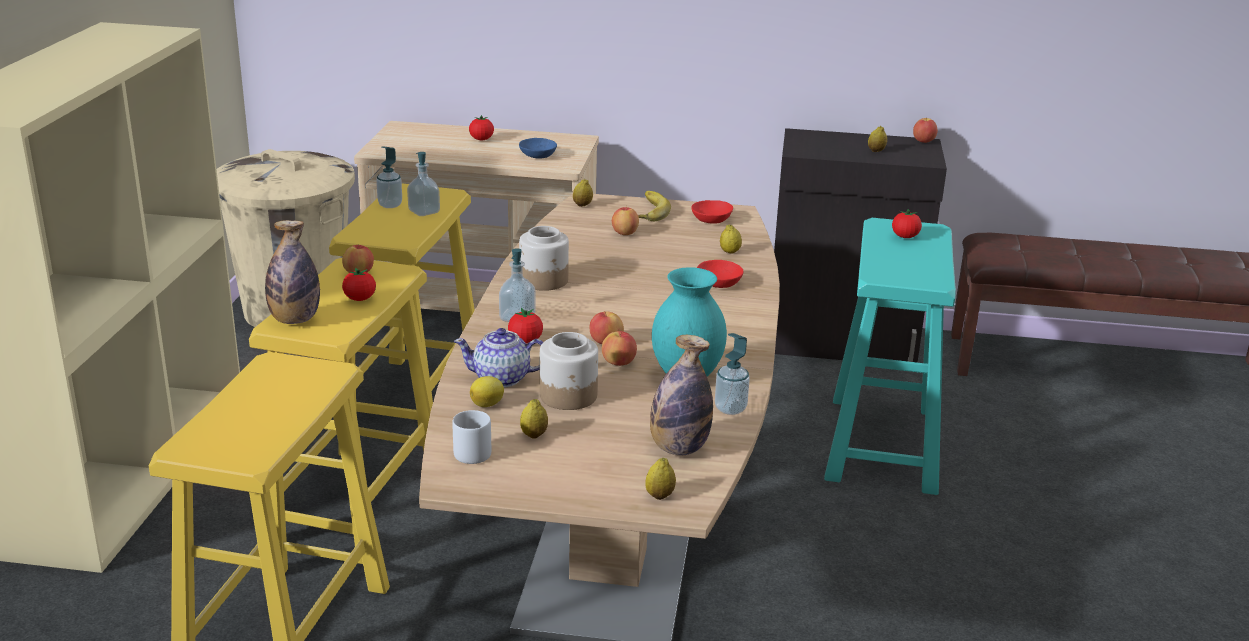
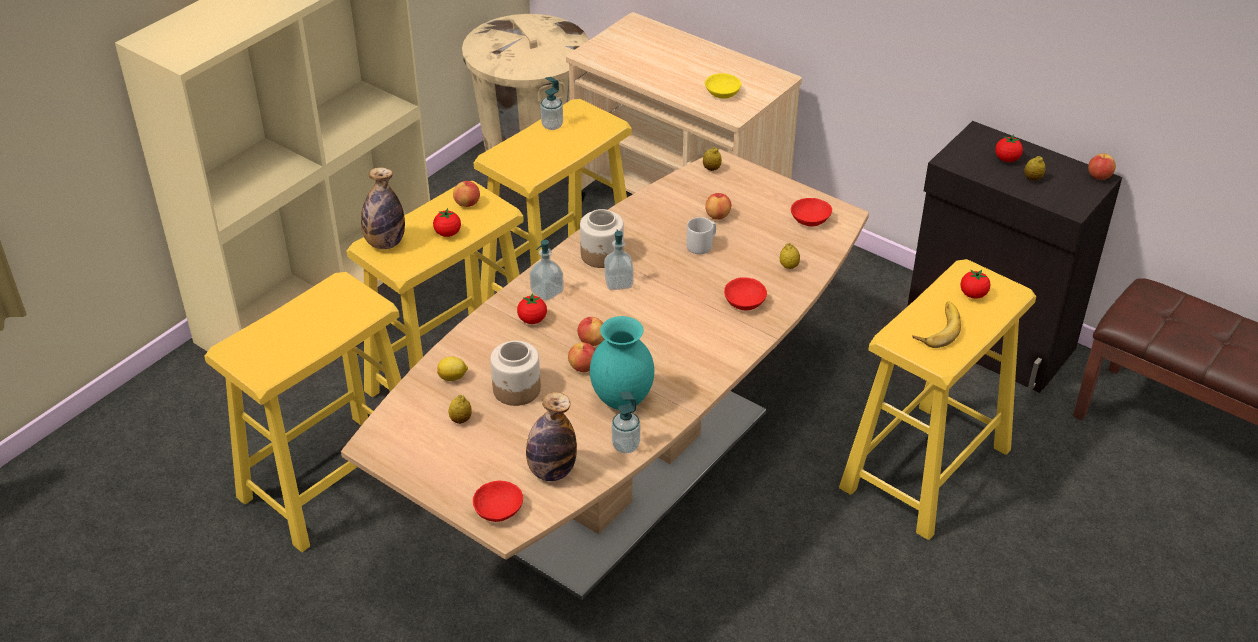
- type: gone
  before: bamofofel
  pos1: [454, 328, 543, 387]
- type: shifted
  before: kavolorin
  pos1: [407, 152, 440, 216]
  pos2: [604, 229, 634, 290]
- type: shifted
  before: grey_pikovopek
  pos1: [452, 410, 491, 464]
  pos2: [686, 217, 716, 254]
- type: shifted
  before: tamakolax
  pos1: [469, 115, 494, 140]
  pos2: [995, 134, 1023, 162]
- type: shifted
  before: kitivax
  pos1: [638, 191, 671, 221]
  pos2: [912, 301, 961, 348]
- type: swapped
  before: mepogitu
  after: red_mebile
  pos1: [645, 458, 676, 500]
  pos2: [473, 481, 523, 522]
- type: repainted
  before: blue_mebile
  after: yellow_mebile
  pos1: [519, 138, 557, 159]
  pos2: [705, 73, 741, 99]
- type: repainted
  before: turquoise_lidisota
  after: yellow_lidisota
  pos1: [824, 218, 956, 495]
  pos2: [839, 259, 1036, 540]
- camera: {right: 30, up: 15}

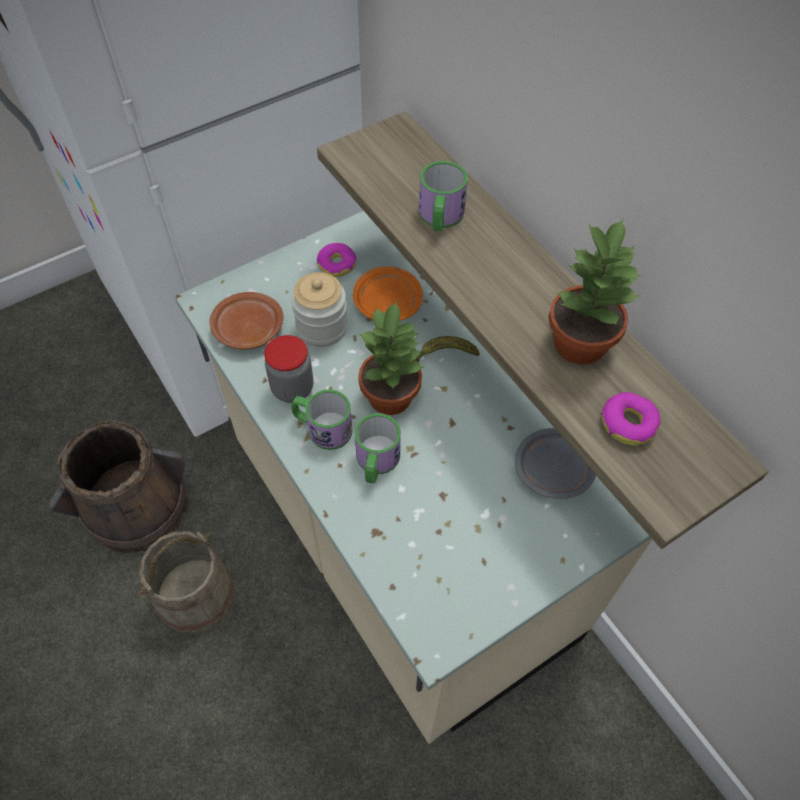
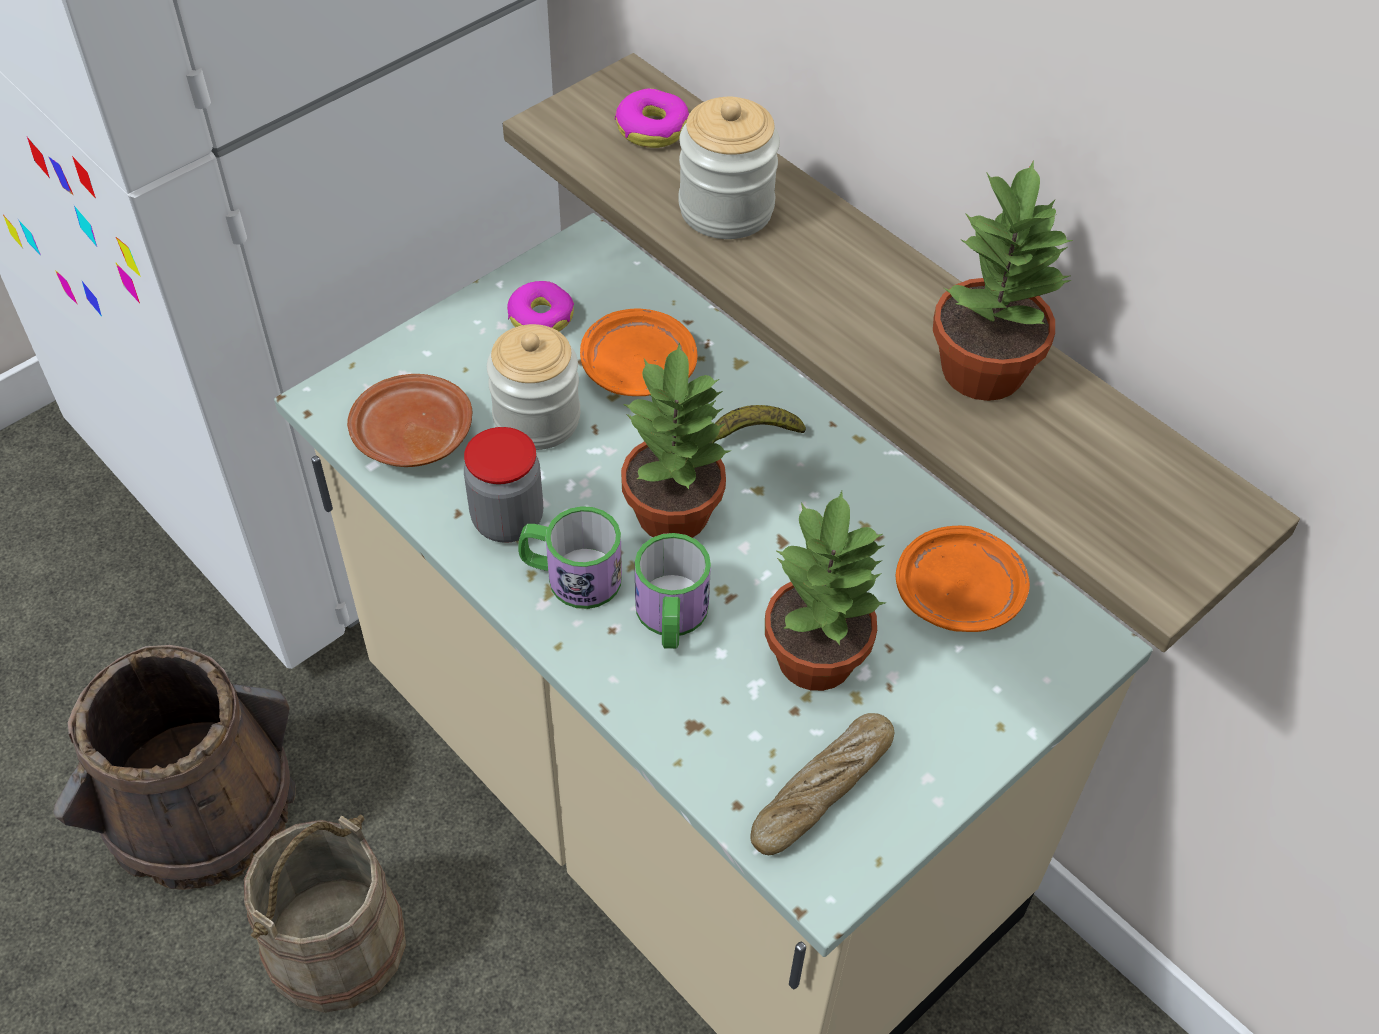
- type: new
  after: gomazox
  pos2: [750, 713, 894, 855]
- type: new
  after: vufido
  pos2: [765, 491, 887, 691]
- type: shifted
  before: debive
  pos1: [601, 392, 660, 445]
  pos2: [615, 88, 689, 148]
- type: swapped
  before: pikovopek
  after: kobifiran
  pos1: [419, 161, 468, 232]
  pos2: [679, 97, 780, 239]
- type: repainted
  before: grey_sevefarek
  after: orange_sevefarek
  pos1: [515, 428, 596, 499]
  pos2: [896, 526, 1030, 632]
- camera: {right: -10, up: -5}

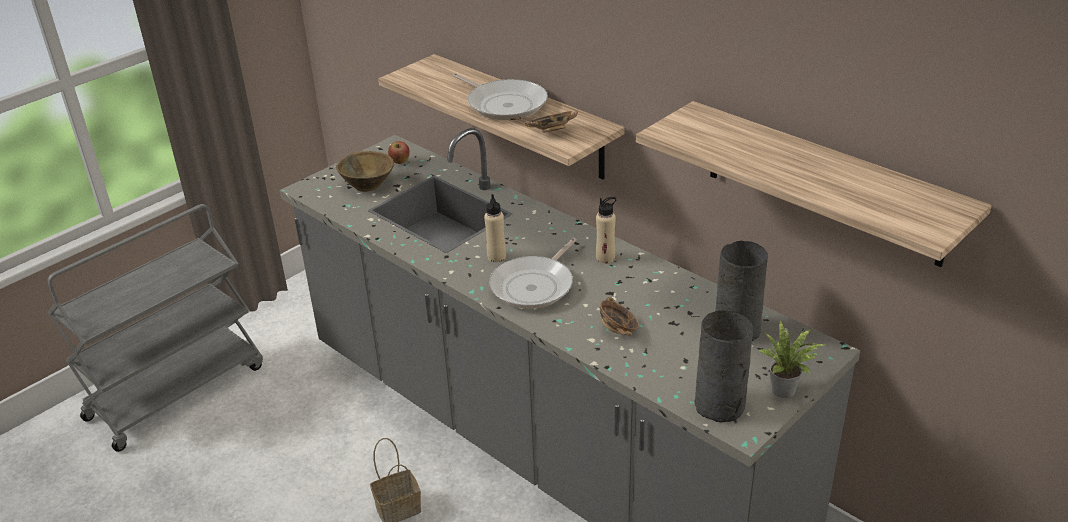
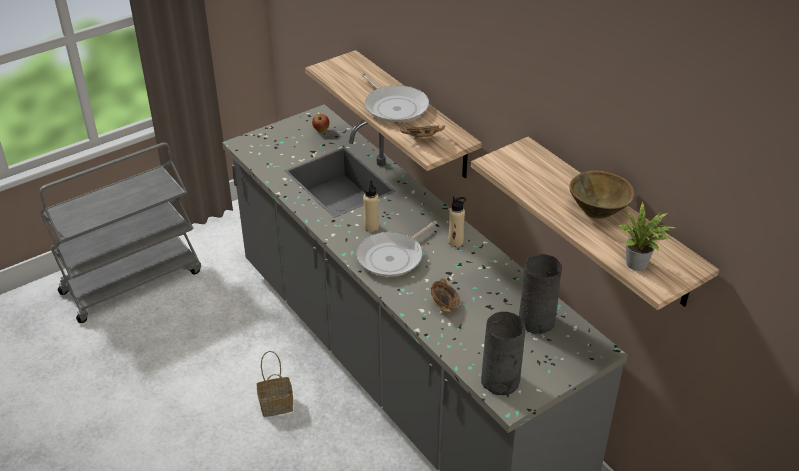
- type: shifted
  before: brown_mebile
  pos1: [336, 151, 394, 192]
  pos2: [569, 170, 635, 219]
- type: shifted
  before: vufido
  pos1: [758, 321, 827, 398]
  pos2: [619, 202, 676, 271]
- camera: {right: 10, up: 5}

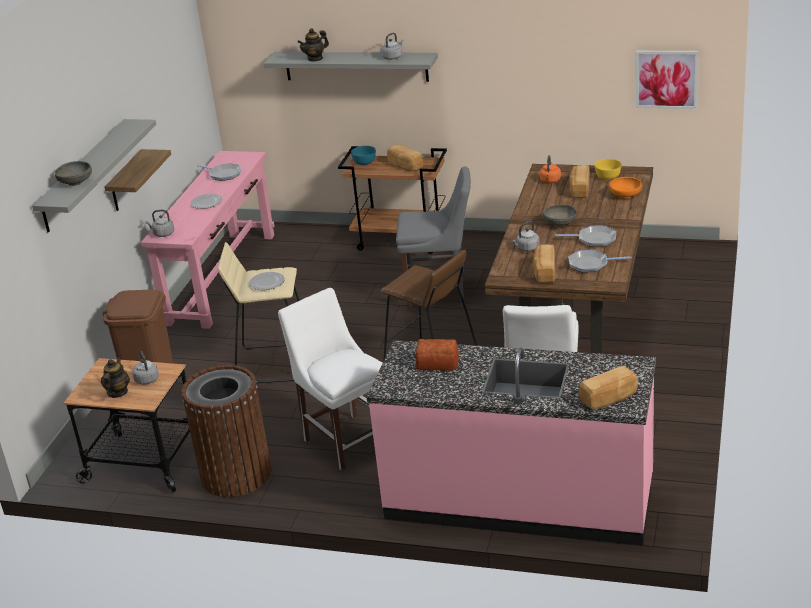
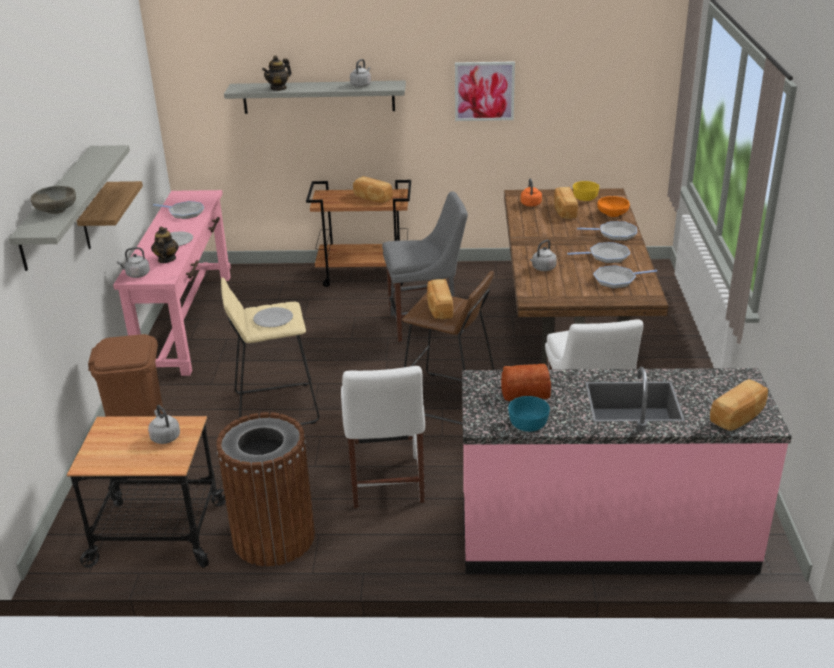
- type: gone
  before: grey_mebile
  pos1: [543, 204, 576, 227]
- type: new
  after: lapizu
  pos2: [577, 221, 637, 241]
- type: shifted
  before: bamofofel
  pos1: [101, 357, 130, 398]
  pos2: [151, 227, 179, 263]
- type: shifted
  before: turquoise_mebile
  pos1: [351, 146, 376, 165]
  pos2: [508, 396, 550, 432]
- type: shifted
  before: gomazox
  pos1: [533, 244, 555, 283]
  pos2: [427, 279, 453, 319]
- type: shifted
  before: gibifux
  pos1: [636, 51, 698, 109]
  pos2: [455, 61, 515, 121]
- type: rotated
  before: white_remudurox
  pos1: [278, 288, 382, 471]
  pos2: [341, 366, 425, 508]
  turn: -135
- camera: {right: -15, up: 0}

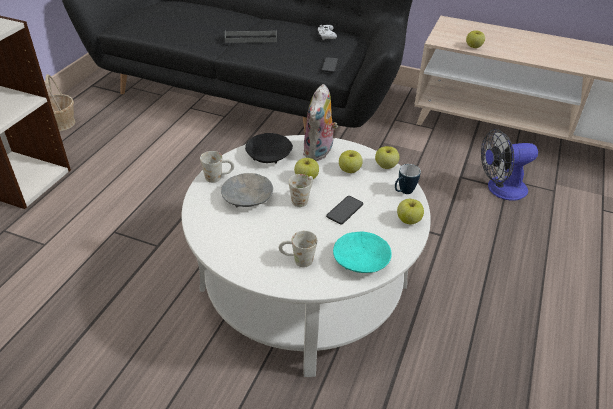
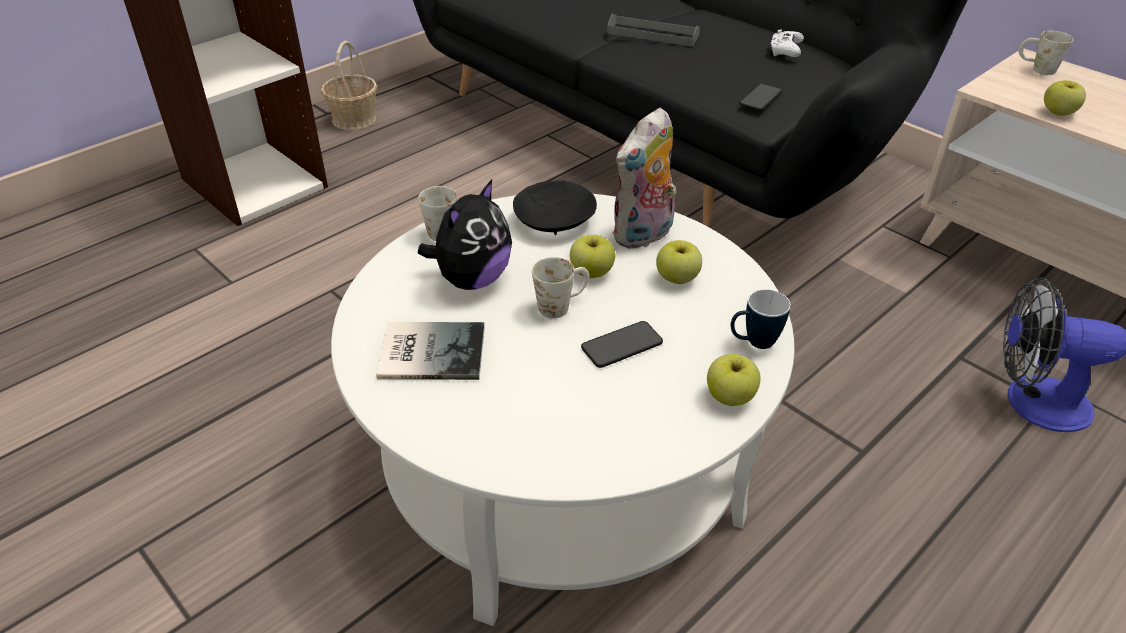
- type: gone
  before: turquoise_mebile
  pos1: [333, 232, 392, 273]
- type: gone
  before: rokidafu
  pos1: [375, 146, 400, 169]
- type: new
  after: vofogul
  pos2: [376, 322, 485, 380]
- type: shifted
  before: white_pikovopek
  pos1: [279, 231, 317, 267]
  pos2: [1018, 31, 1074, 75]
- type: swapped
  before: grey_mebile
  after: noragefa
  pos1: [221, 173, 273, 207]
  pos2: [418, 179, 512, 290]
- camera: {right: 25, up: 0}

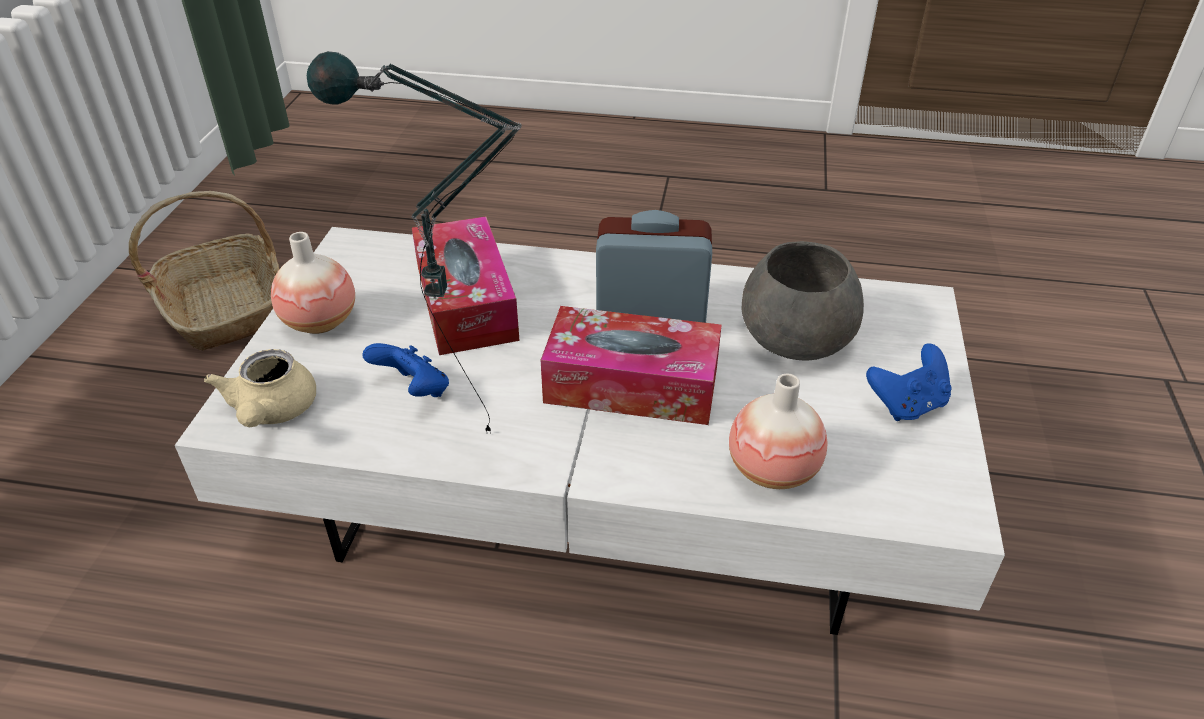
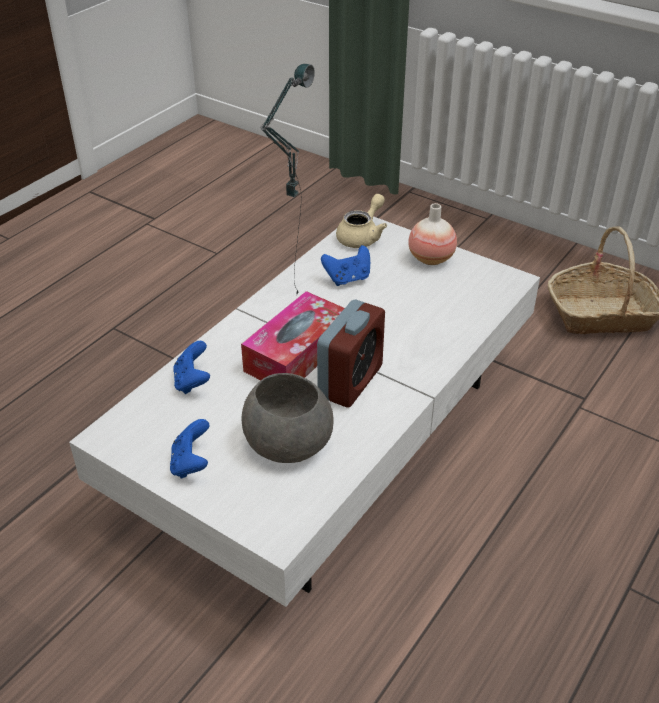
- type: gone
  before: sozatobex
  pos1: [412, 216, 520, 355]
- type: swapped
  before: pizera
  after: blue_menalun
  pos1: [729, 374, 827, 489]
  pos2: [173, 341, 210, 394]
- type: rotated
  before: beige_bamofofel
  pos1: [204, 349, 316, 427]
  pos2: [336, 194, 387, 248]
  turn: 105
- camera: {right: 115, up: 0}

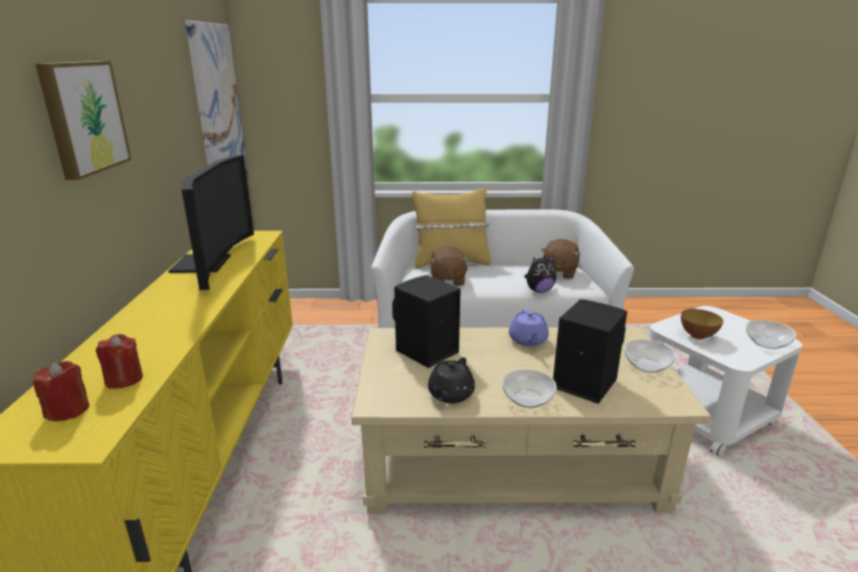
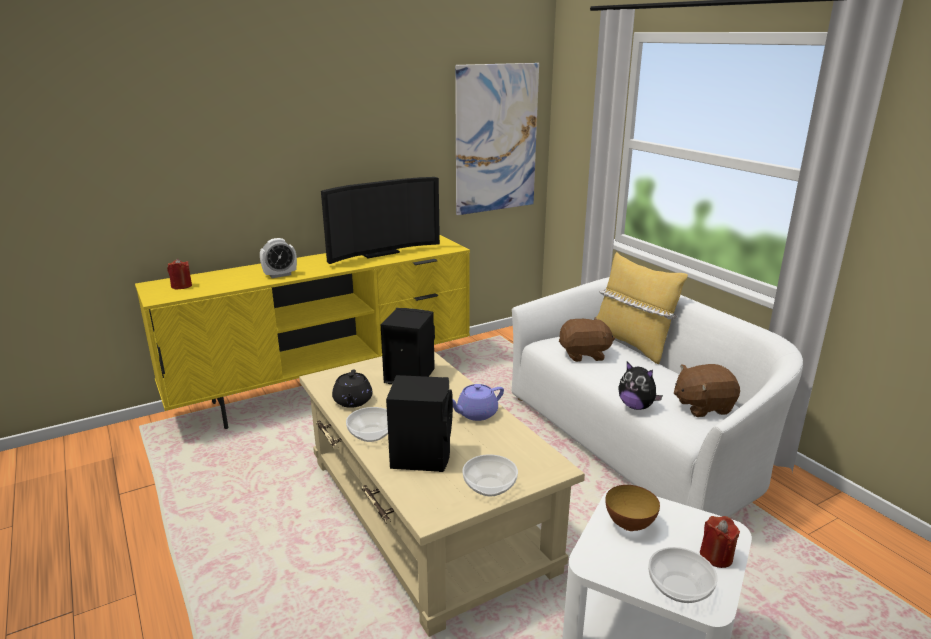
- type: gone
  before: gibifux
  pos1: [35, 61, 132, 180]
- type: new
  after: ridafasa
  pos2: [260, 238, 297, 278]
- type: shifted
  before: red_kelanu
  pos1: [96, 334, 143, 389]
  pos2: [700, 516, 740, 568]
- type: rotated
  before: black_bamofofel
  pos1: [428, 357, 475, 403]
  pos2: [332, 369, 372, 408]
  turn: -90
- type: rotated
  before: brown_noragefa
  pos1: [430, 246, 470, 286]
  pos2: [559, 317, 615, 362]
  turn: -150
- camera: {right: 60, up: 0}

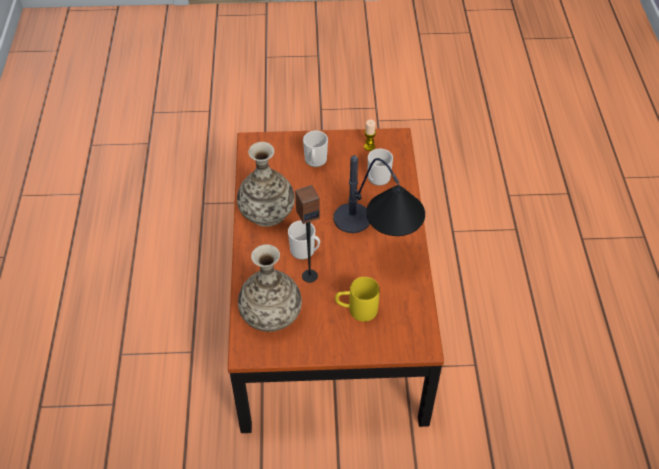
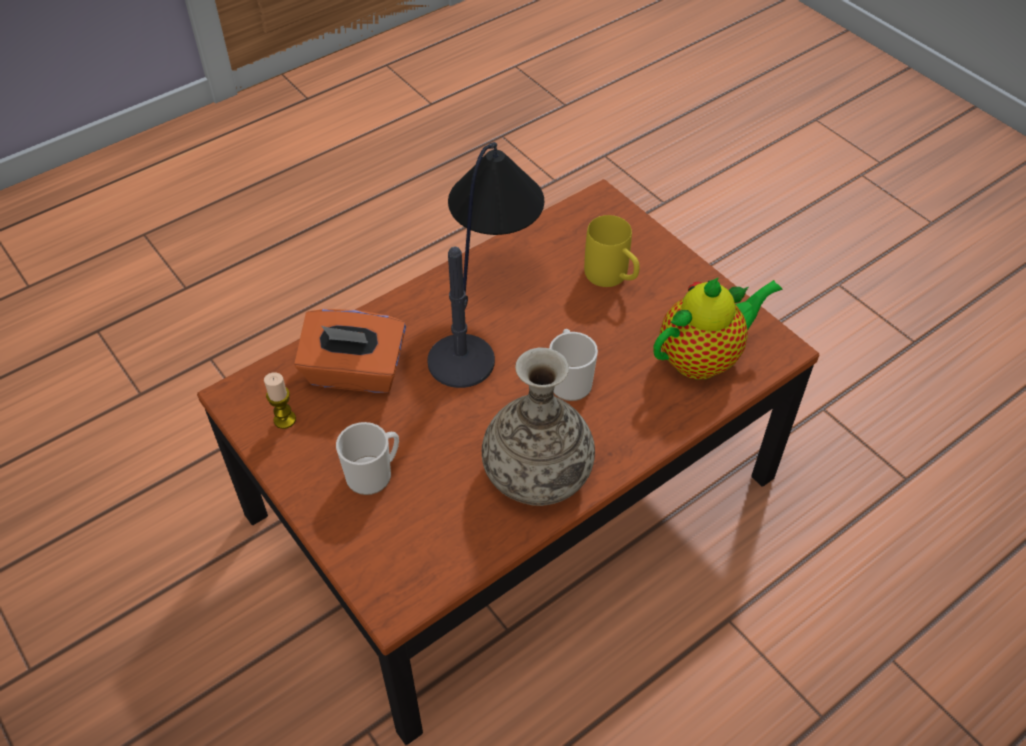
- type: gone
  before: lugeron
  pos1: [295, 185, 320, 283]
- type: swapped
  before: pizera
  after: bamofofel
  pos1: [238, 244, 302, 332]
  pos2: [653, 277, 782, 380]
- type: swapped
  before: pikovopek
  after: orange_sozatobex
  pos1: [367, 148, 393, 186]
  pos2: [294, 309, 406, 393]
- camera: {right: -125, up: 0}

